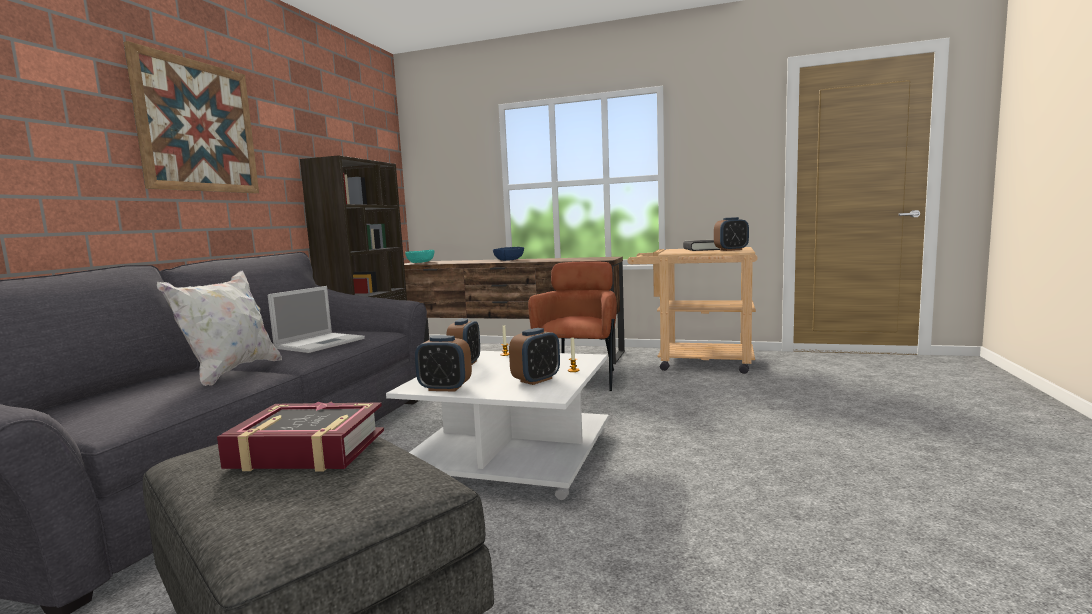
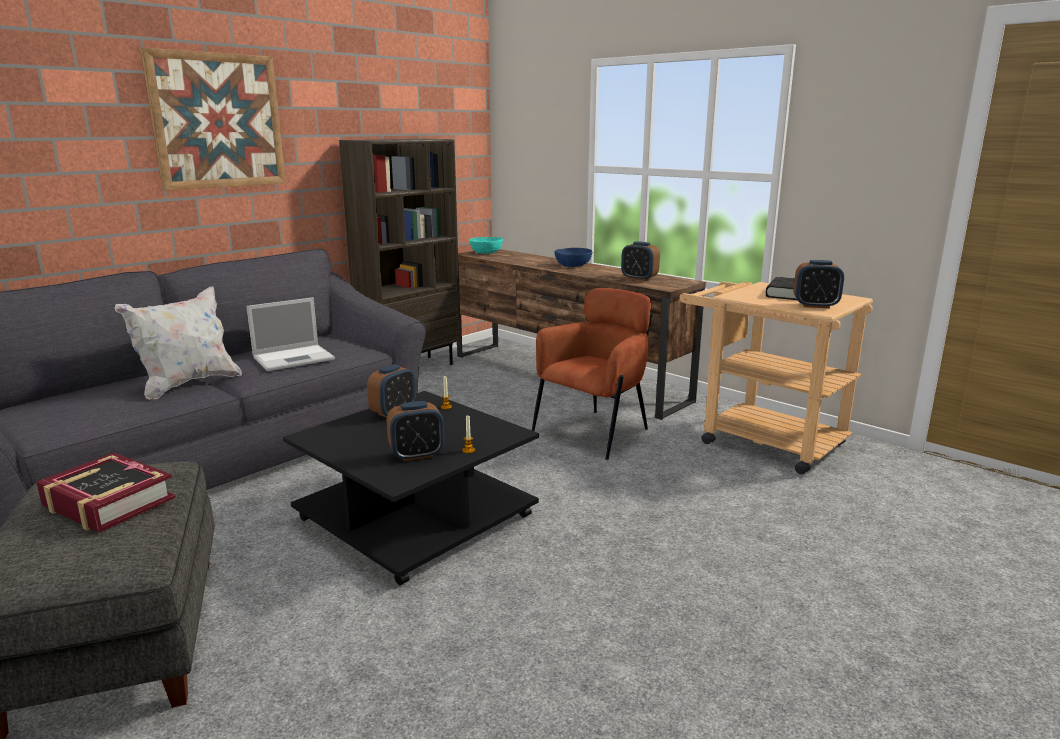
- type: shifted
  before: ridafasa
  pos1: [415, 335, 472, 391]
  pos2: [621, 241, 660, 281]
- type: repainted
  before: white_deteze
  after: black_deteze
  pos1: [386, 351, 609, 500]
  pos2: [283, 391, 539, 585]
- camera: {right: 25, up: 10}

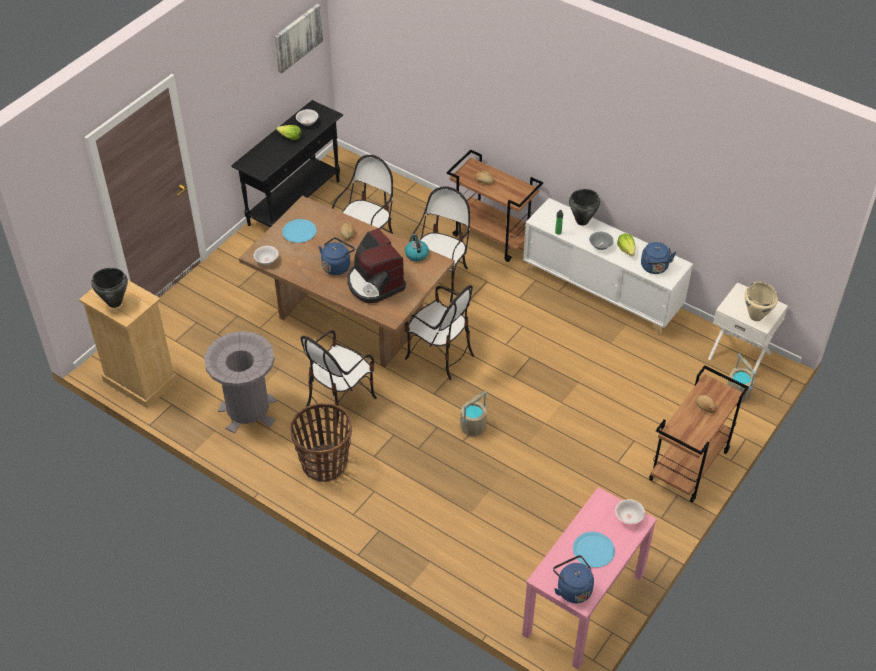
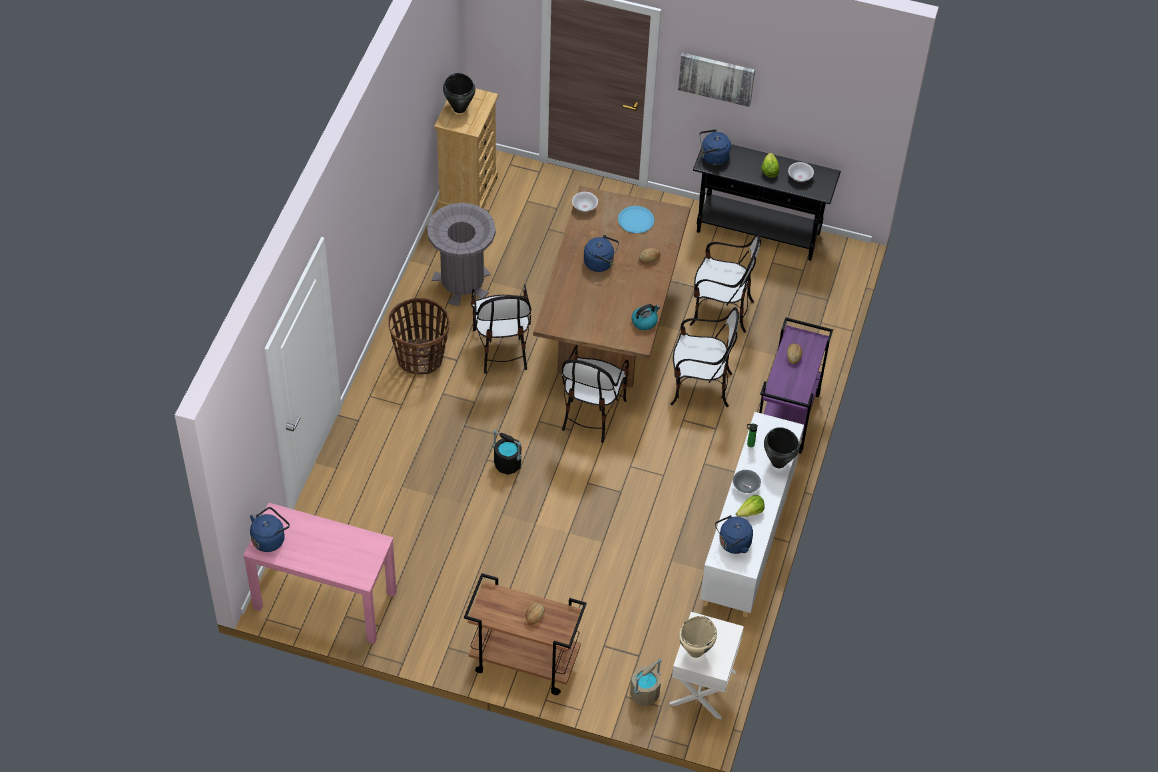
- type: gone
  before: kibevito
  pos1: [347, 228, 406, 303]
- type: gone
  before: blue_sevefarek
  pos1: [573, 532, 615, 568]
- type: gone
  before: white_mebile
  pos1: [615, 499, 645, 524]
- type: new
  after: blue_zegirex
  pos2: [699, 129, 731, 165]
- type: shifted
  before: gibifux
  pos1: [275, 4, 323, 73]
  pos2: [678, 53, 755, 107]
- type: repainted
  before: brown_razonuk
  after: purple_razonuk
  pos1: [447, 150, 543, 262]
  pos2: [759, 317, 833, 454]
- type: repainted
  before: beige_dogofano
  after: black_dogofano
  pos1: [460, 391, 487, 436]
  pos2: [493, 430, 521, 475]
- type: rotated
  before: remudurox
  pos1: [301, 330, 377, 427]
  pos2: [471, 285, 531, 374]
  turn: -120
- camera: {right: 70, up: 5}

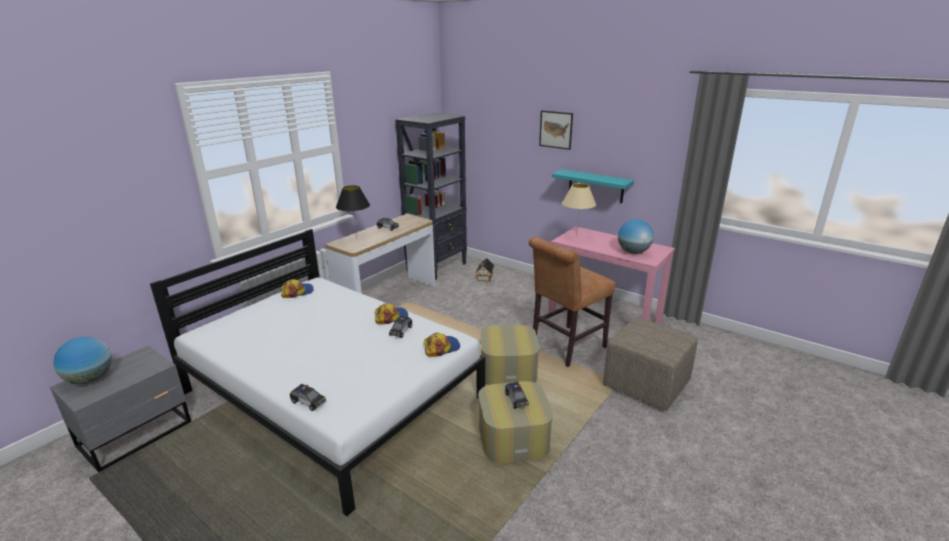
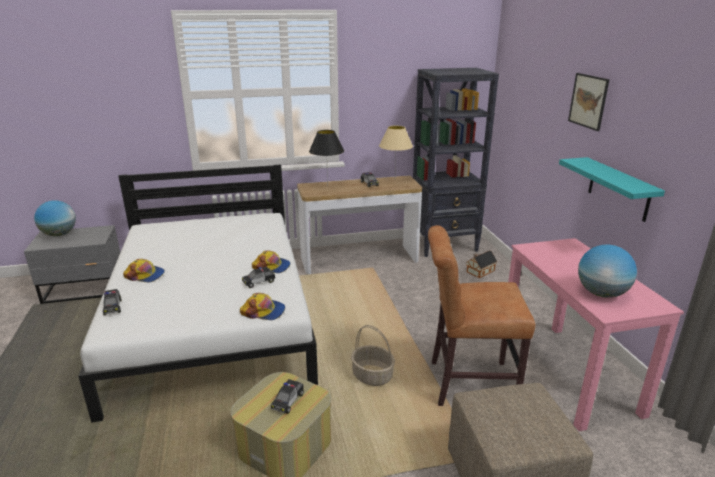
- type: shifted
  before: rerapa
  pos1: [281, 279, 314, 298]
  pos2: [123, 259, 165, 282]
- type: shifted
  before: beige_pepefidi
  pos1: [562, 183, 596, 237]
  pos2: [379, 126, 413, 170]
- type: swapped
  before: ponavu
  after: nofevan
  pos1: [480, 325, 539, 385]
  pos2: [351, 325, 395, 386]
- camera: {right: 40, up: 0}

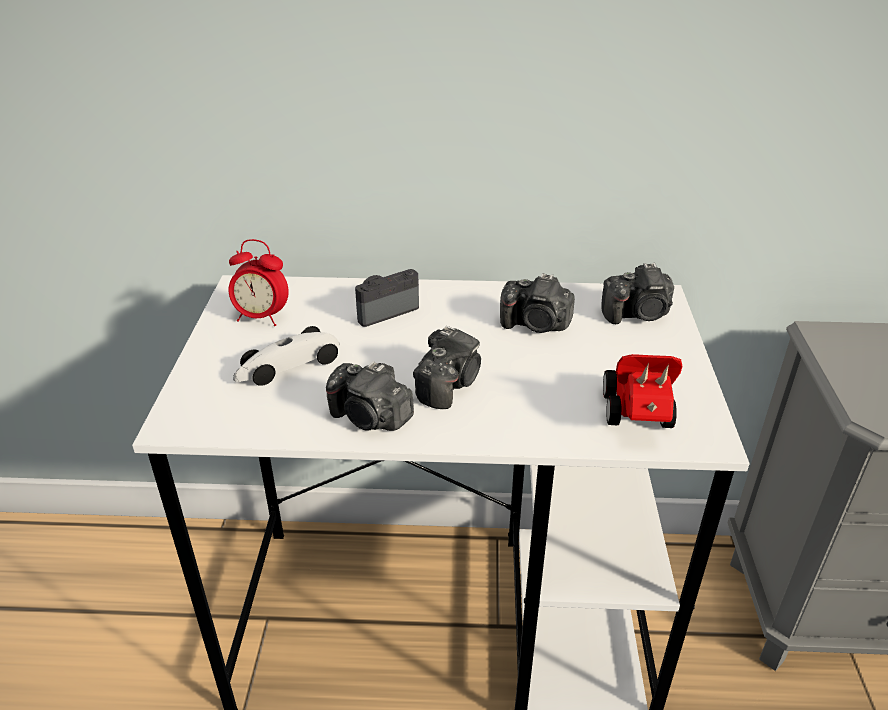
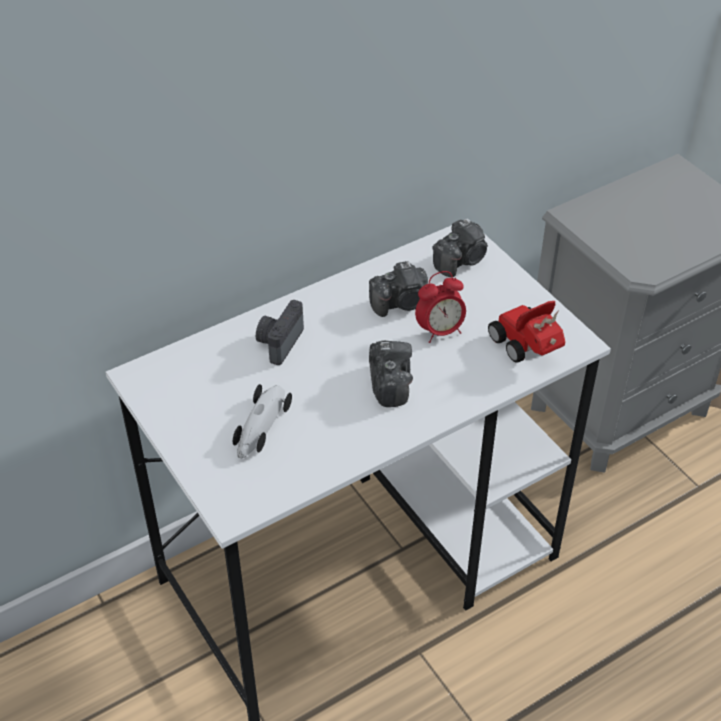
- type: gone
  before: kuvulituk
  pos1: [326, 361, 414, 431]
- type: shifted
  before: ridafasa
  pos1: [228, 239, 289, 326]
  pos2: [415, 271, 466, 343]
- camera: {right: -35, up: 10}

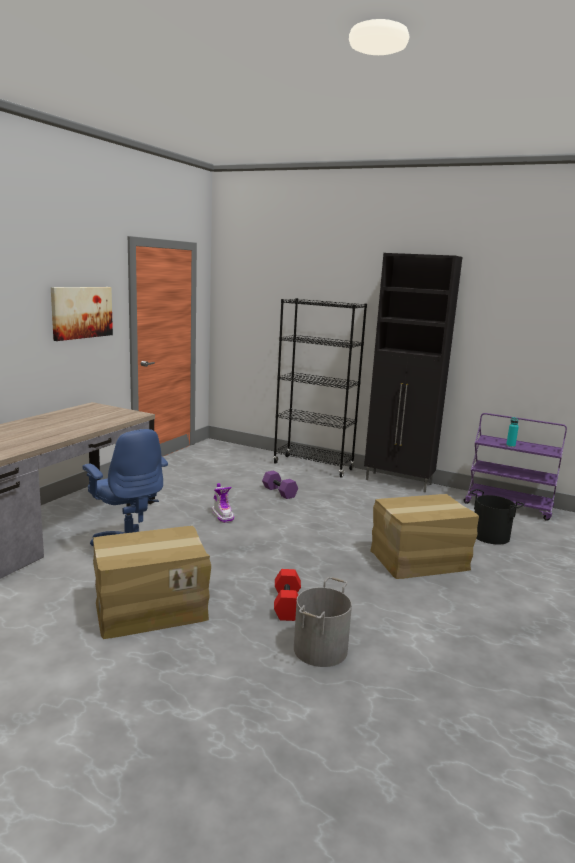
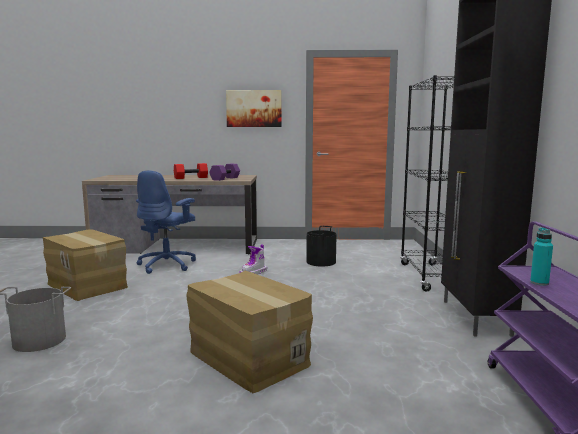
- type: shifted
  before: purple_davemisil
  pos1: [262, 471, 298, 499]
  pos2: [209, 164, 240, 181]
- type: shifted
  before: red_davemisil
  pos1: [274, 569, 301, 621]
  pos2: [174, 163, 208, 179]
- type: shifted
  before: black_dogofano
  pos1: [470, 489, 524, 545]
  pos2: [306, 226, 337, 266]
- camera: {right: 65, up: -5}

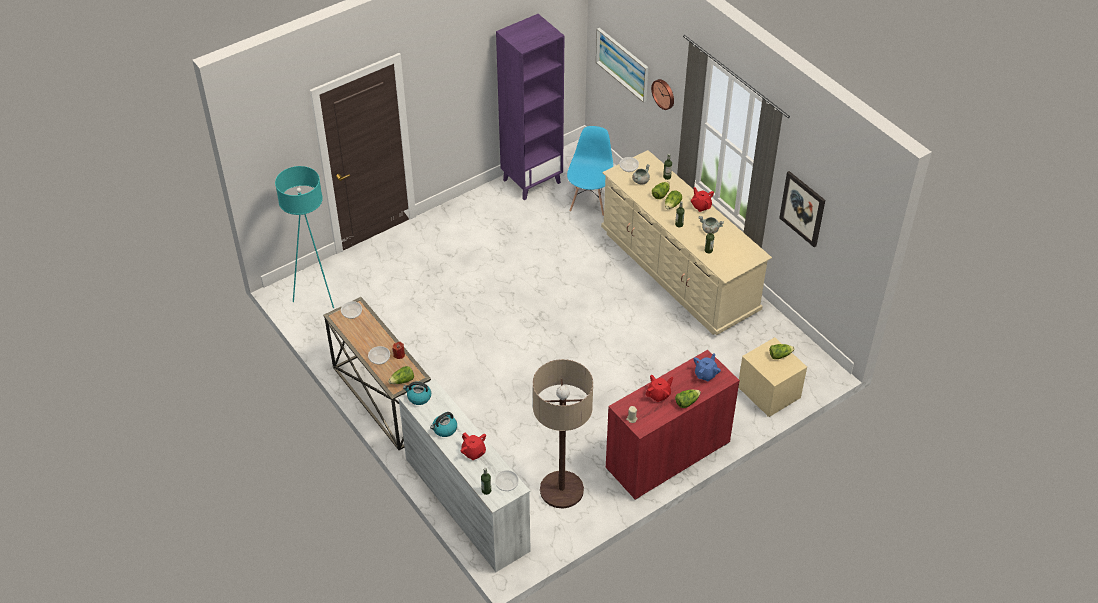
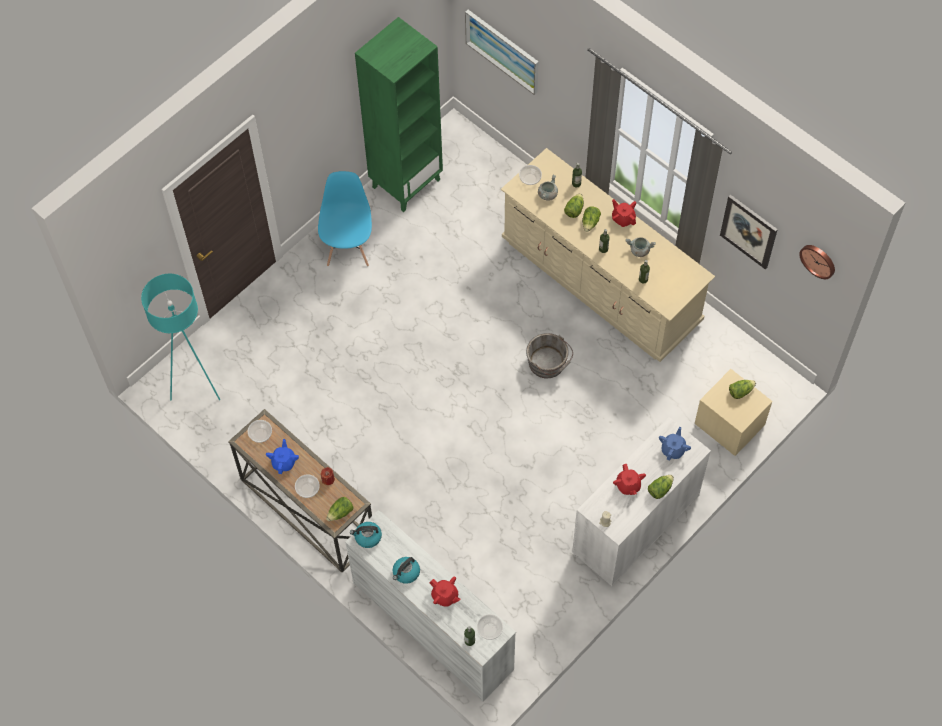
- type: gone
  before: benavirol
  pos1: [533, 359, 593, 509]
- type: new
  after: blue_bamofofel
  pos2: [266, 439, 299, 474]
- type: new
  after: grey_dogofano
  pos2: [526, 333, 573, 378]
- type: shifted
  before: blue_remudurox
  pos1: [567, 126, 613, 216]
  pos2: [318, 171, 372, 266]
- type: shifted
  before: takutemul
  pos1: [651, 79, 674, 110]
  pos2: [799, 245, 835, 279]
- type: repainted
  before: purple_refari
  after: green_refari
  pos1: [496, 14, 564, 200]
  pos2: [355, 17, 443, 212]
- type: repainted
  before: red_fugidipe
  after: white_fugidipe
  pos1: [606, 350, 740, 500]
  pos2: [572, 417, 711, 586]
- type: rotated
  before: red_bamofofel
  pos1: [645, 375, 673, 402]
  pos2: [613, 464, 646, 495]
  turn: 120
- camera: {right: -10, up: 15}

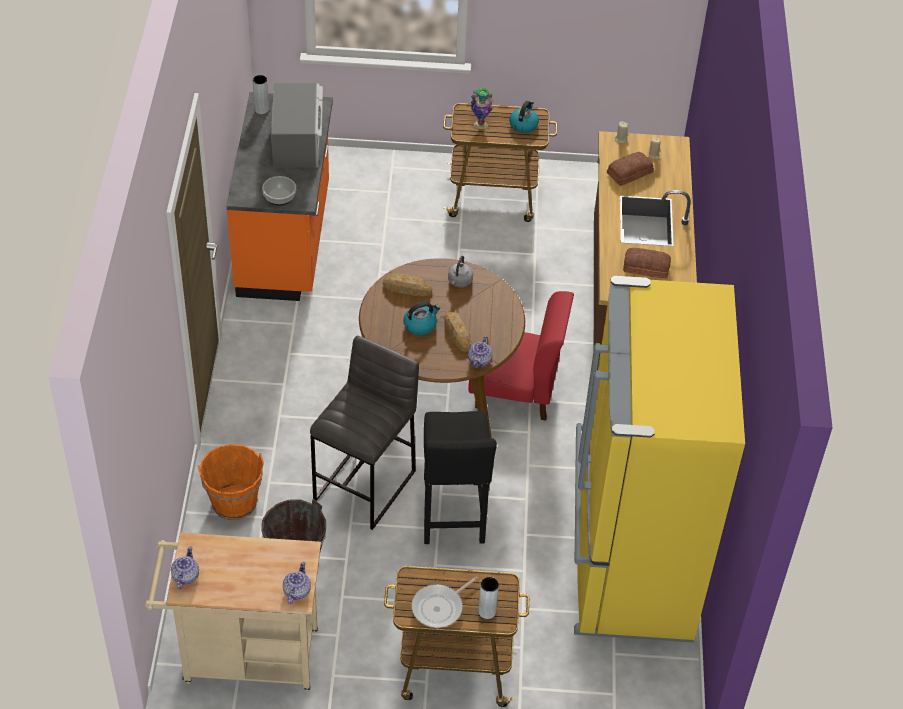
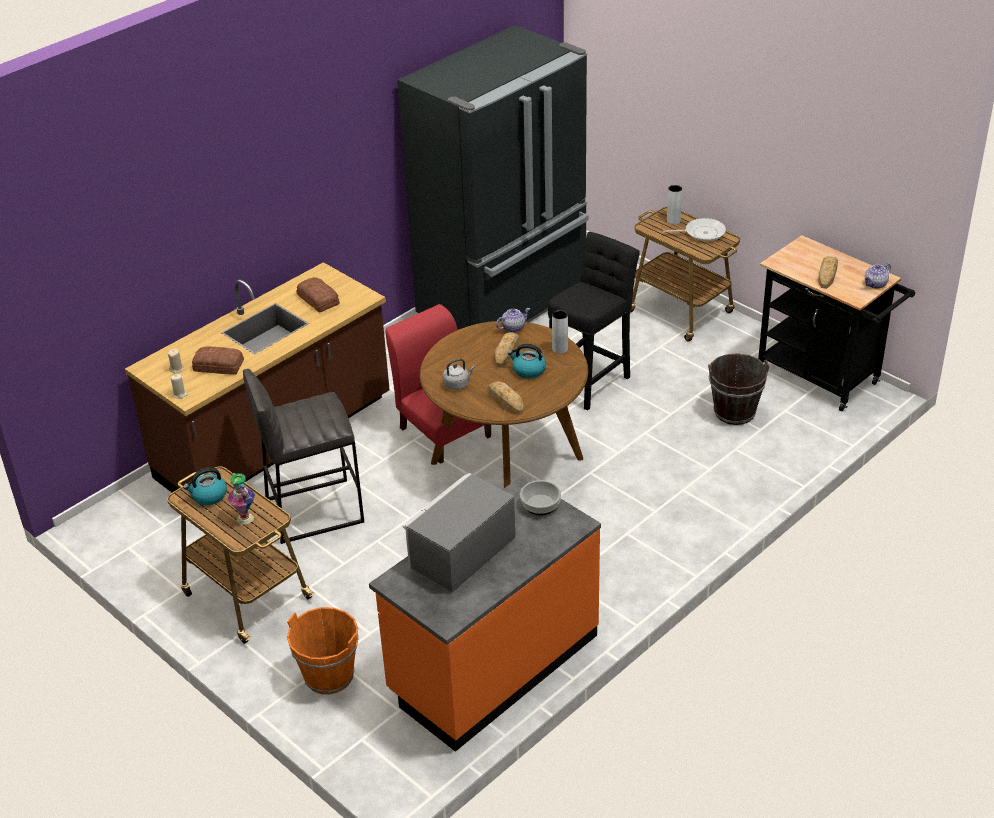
- type: gone
  before: bamofofel
  pos1: [283, 561, 311, 604]
- type: new
  after: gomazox
  pos2: [818, 256, 838, 289]
- type: shifted
  before: orange_dogofano
  pos1: [198, 444, 264, 521]
  pos2: [287, 607, 359, 695]
- type: shifted
  before: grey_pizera
  pos1: [253, 75, 269, 114]
  pos2: [552, 310, 568, 354]
- type: shifted
  before: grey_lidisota
  pos1: [310, 336, 419, 530]
  pos2: [243, 369, 364, 544]
- type: repainted
  before: beige_razonuk
  after: black_razonuk
  pos1: [145, 532, 321, 692]
  pos2: [758, 235, 915, 411]
- type: repainted
  before: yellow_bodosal
  after: black_bodosal
  pos1: [574, 276, 745, 642]
  pos2: [397, 25, 589, 330]
- camera: {right: -135, up: -10}

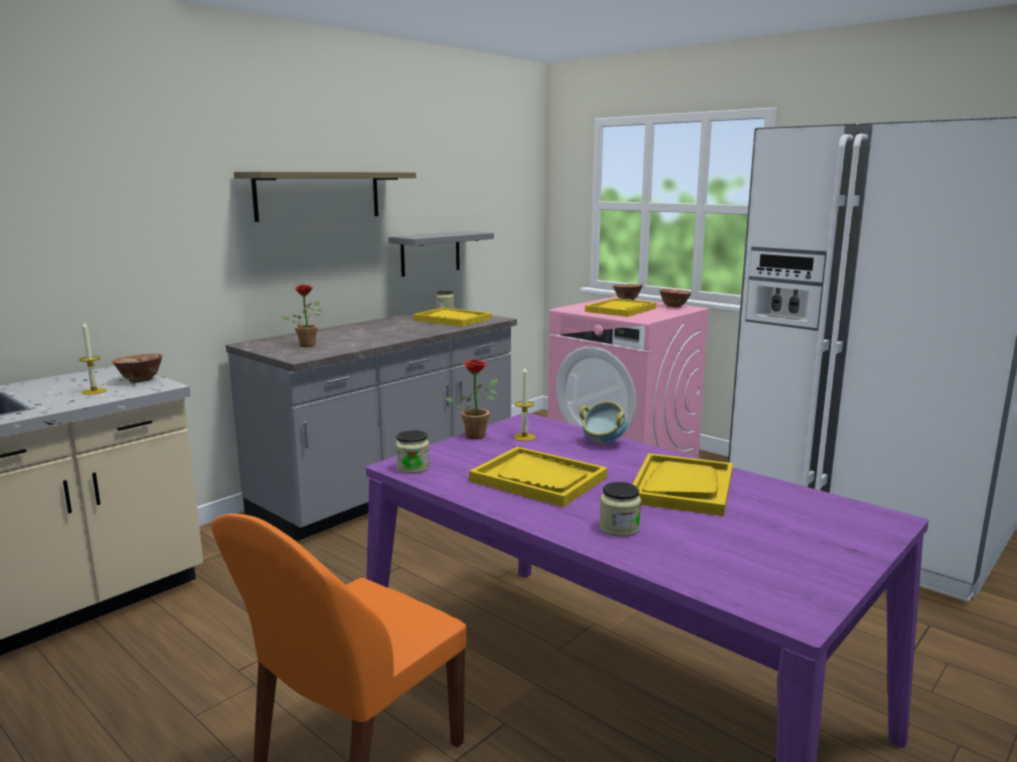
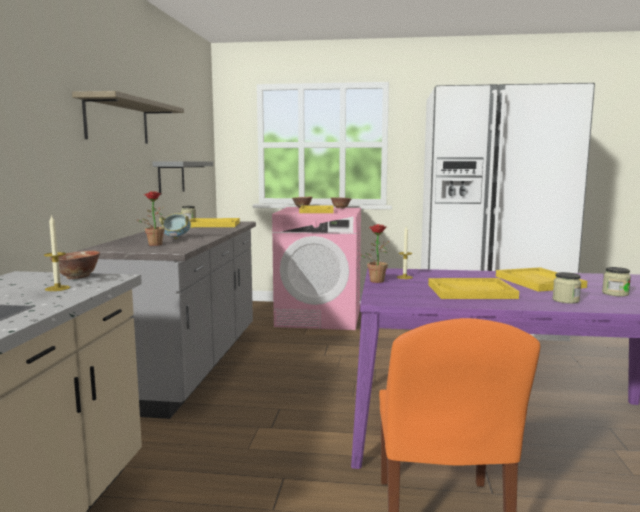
- type: shifted
  before: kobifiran
  pos1: [395, 430, 430, 474]
  pos2: [602, 267, 631, 296]
- type: shifted
  before: mebile
  pos1: [579, 401, 628, 445]
  pos2: [159, 213, 191, 239]
- camera: {right: -35, up: -5}

